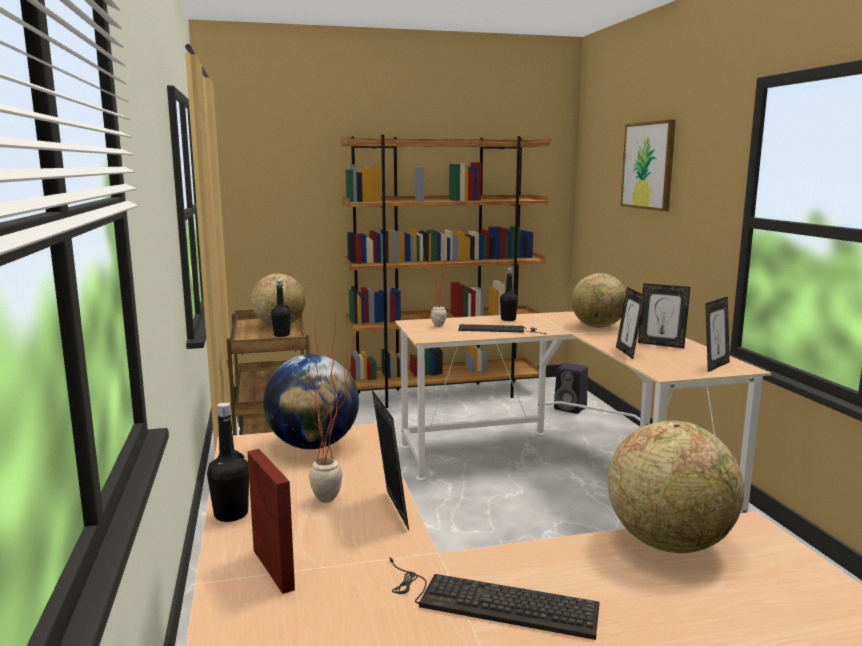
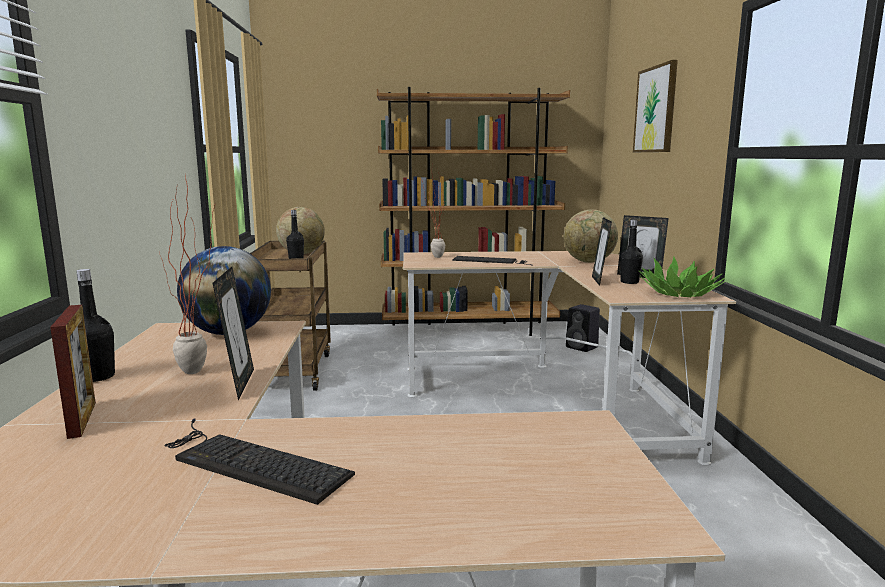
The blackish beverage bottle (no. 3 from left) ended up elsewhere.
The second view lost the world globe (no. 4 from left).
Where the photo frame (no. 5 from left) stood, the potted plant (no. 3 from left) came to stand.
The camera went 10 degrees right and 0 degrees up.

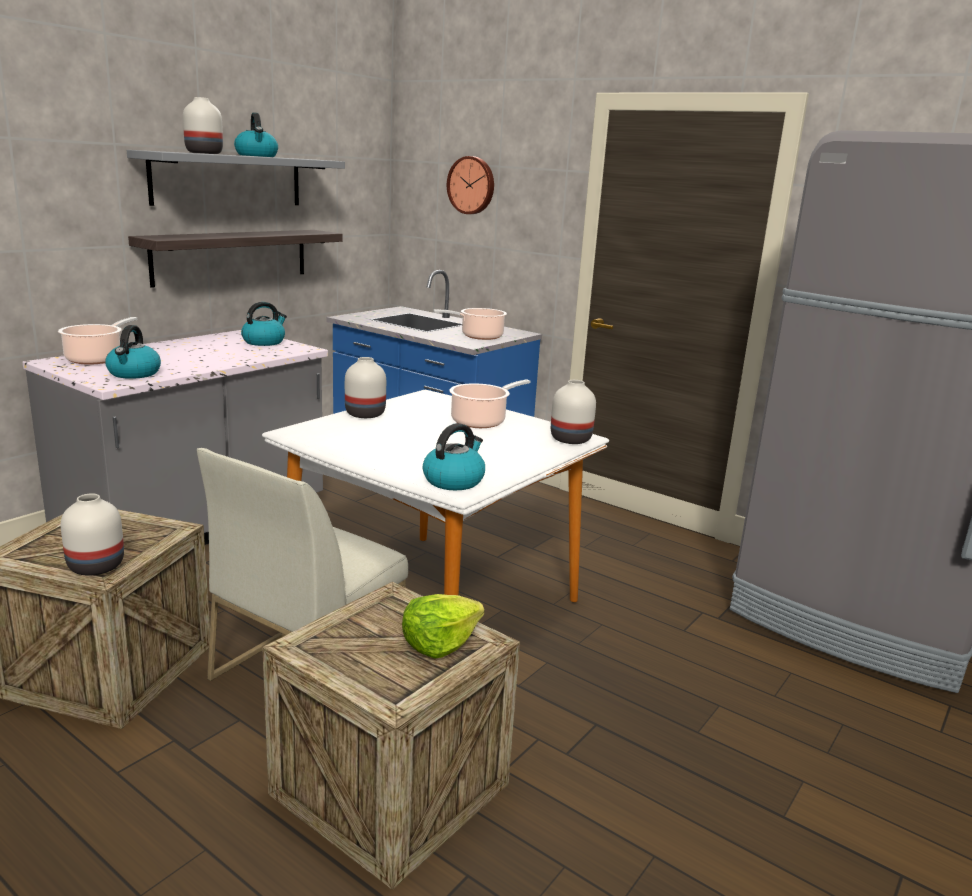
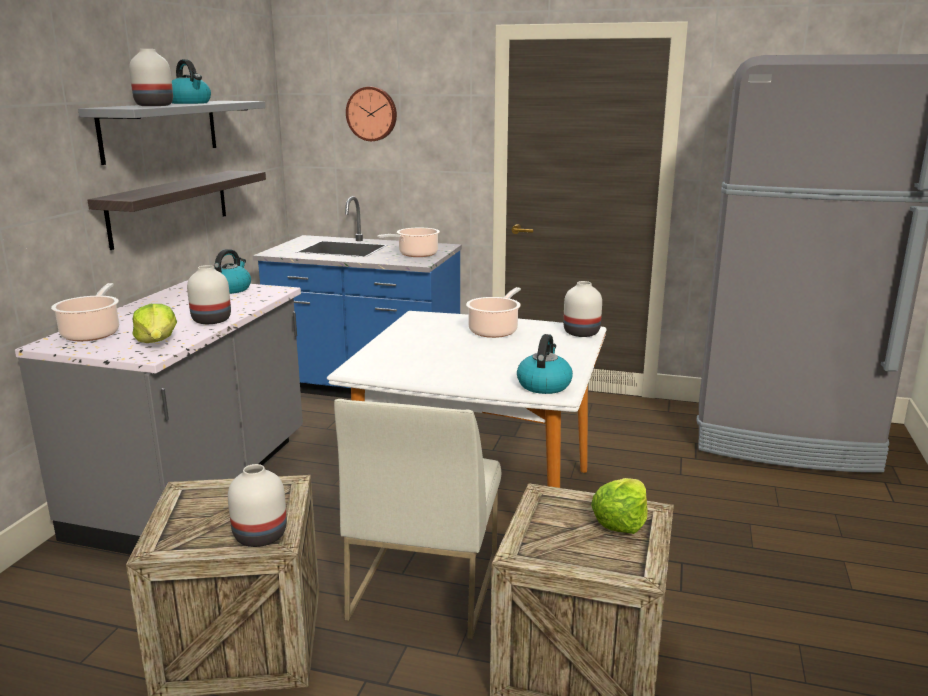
Where the tea kettle (no. 1 from left) stood, the lettuce (no. 1 from left) came to stand.
The white-coloured vase (no. 3 from left in the first image) ended up elsewhere.
The camera went 20 degrees left and 0 degrees up.

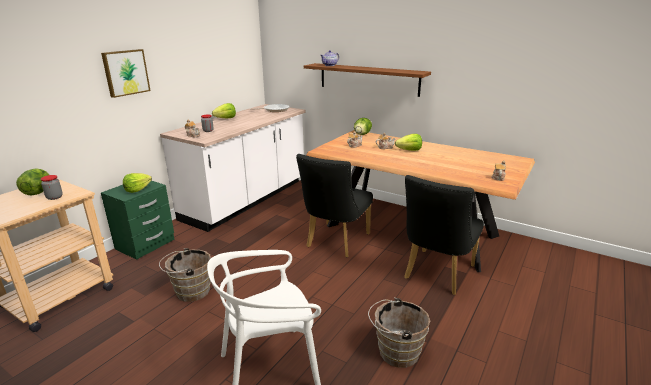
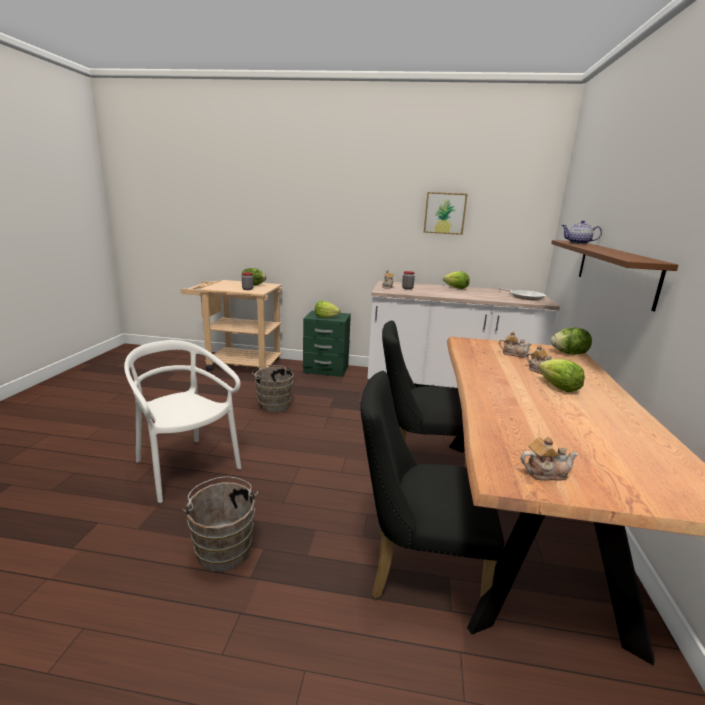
The wall art ended up elsewhere.
The camera went 65 degrees right and 5 degrees down.

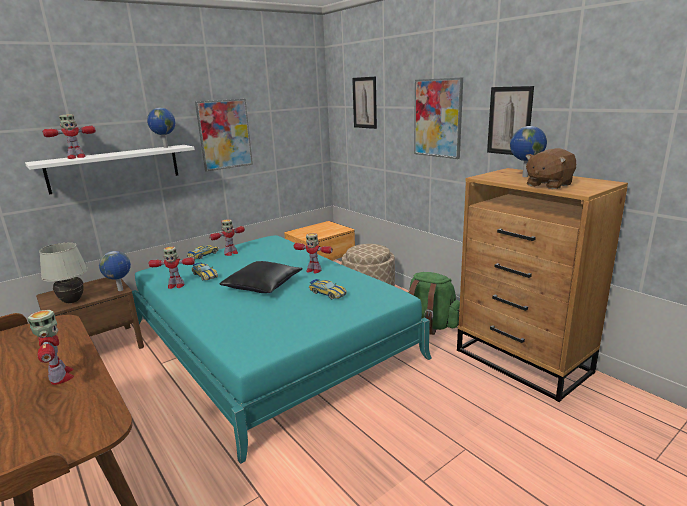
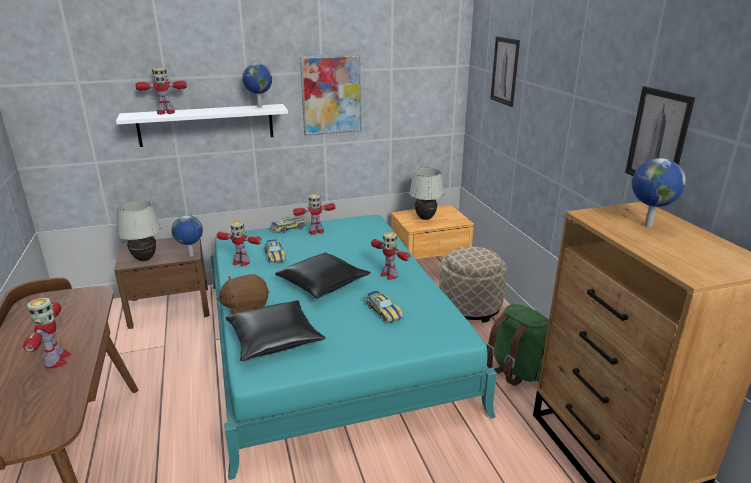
The second view lost the wall art (no. 3 from left).
The brown-coloured cuddly toy ended up elsewhere.
The second view gained the blackish cushion (no. 1 from left).
The second view gained the white-coloured table lamp (no. 2 from left).
The camera went 20 degrees right and 5 degrees up.

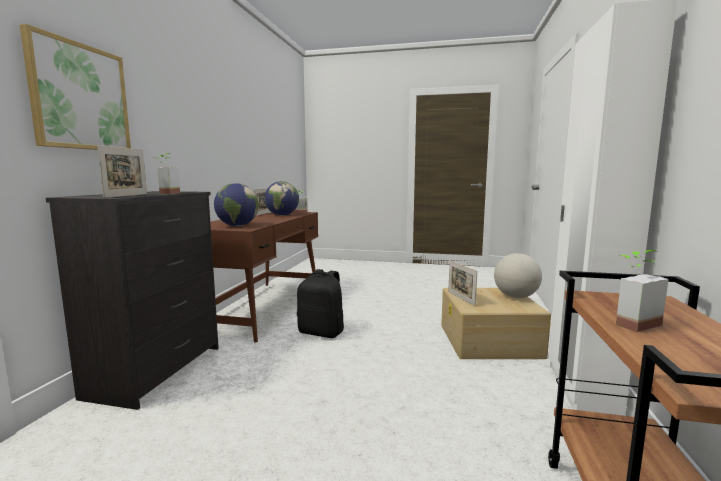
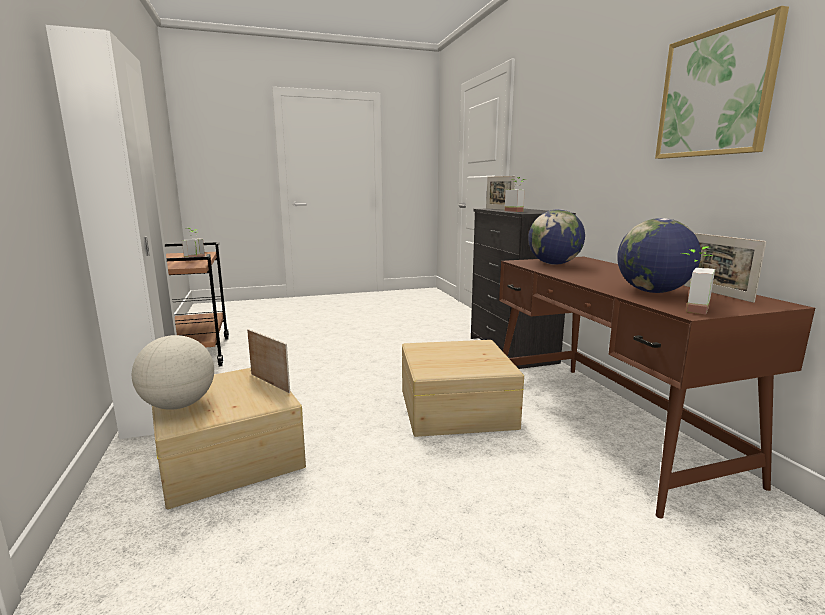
The wall art ended up elsewhere.
Where the blackish knapsack stood, the sand-coloured storage box (no. 2 from left) came to stand.
The camera went 150 degrees right and 5 degrees up.

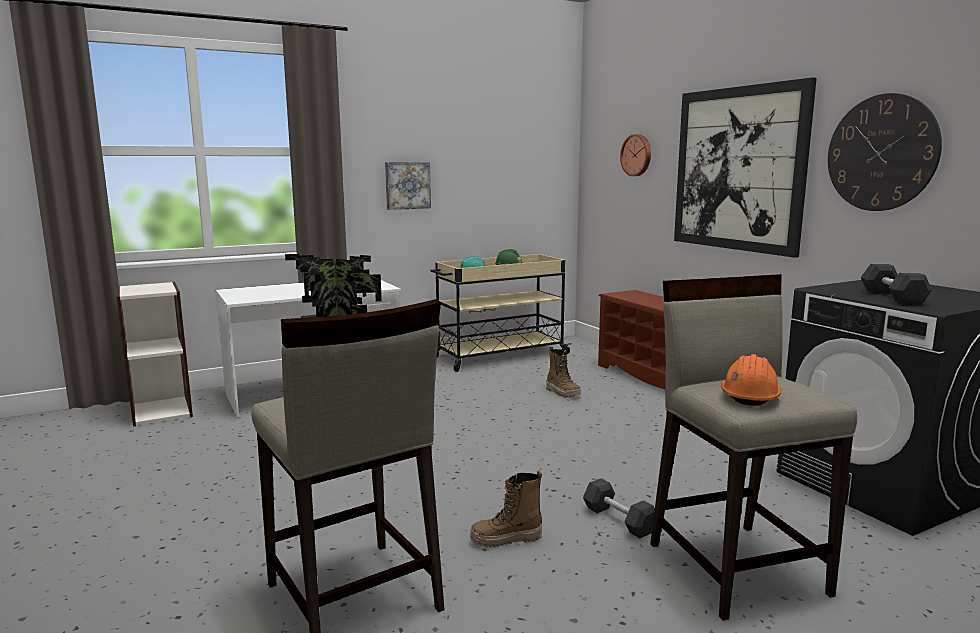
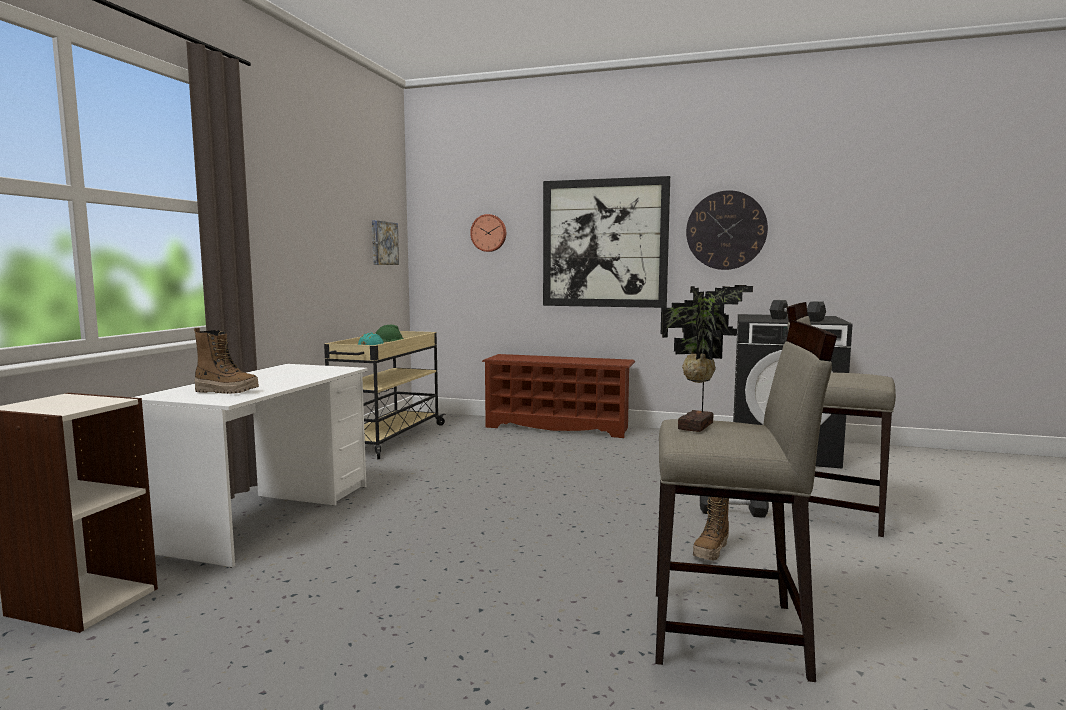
The wall art (no. 1 from left) ended up elsewhere.
The boot (no. 2 from left in the first image) ended up elsewhere.
The second view lost the orangey safety helmet.
The camera went 45 degrees left and 5 degrees down.

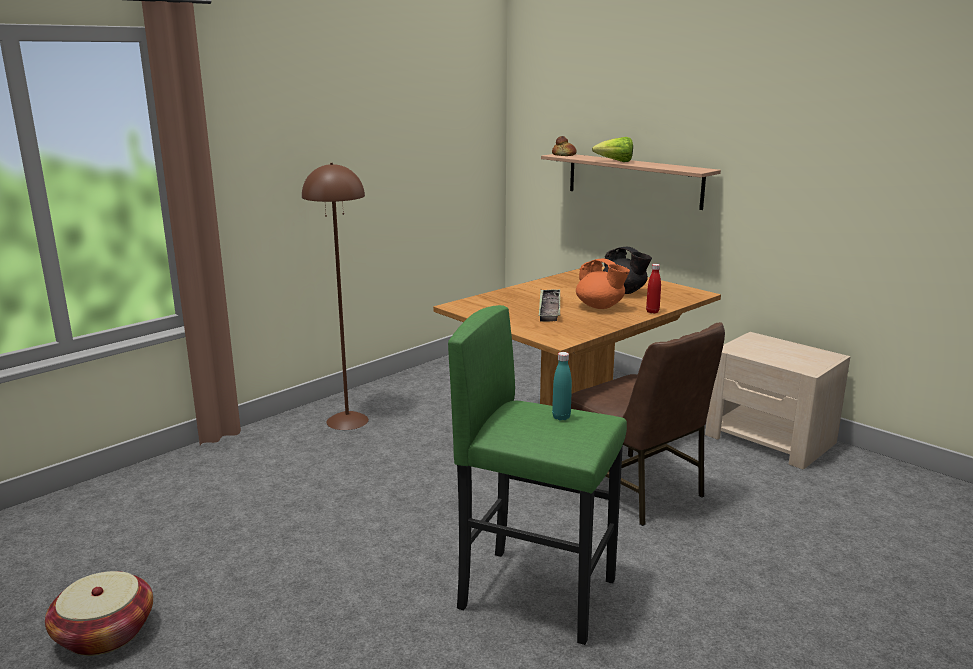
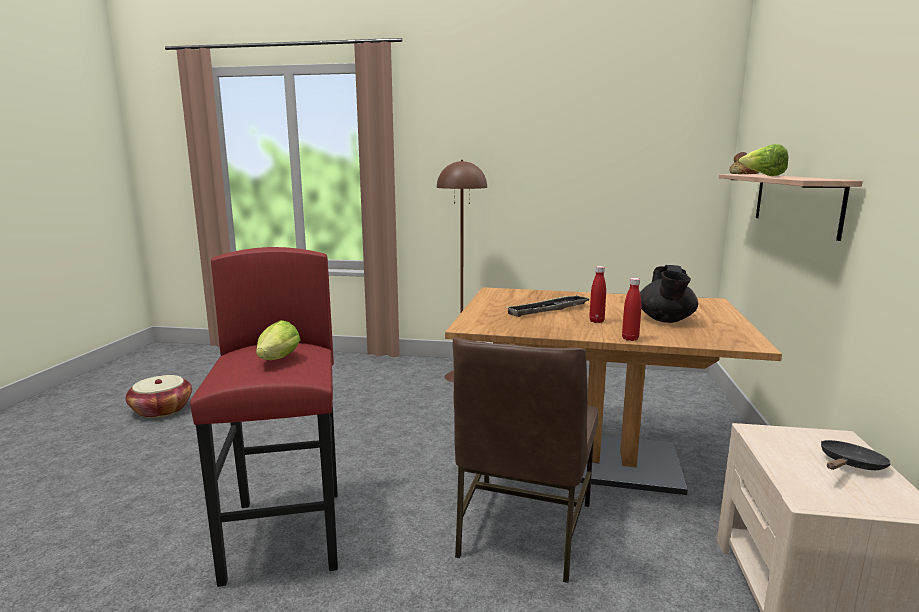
What was the green stool seat turned into the red-coloured stool seat.
Where the turquoise beverage bottle stood, the lettuce (no. 1 from left) came to stand.
Where the orangey teapot stood, the red-coloured beverage bottle (no. 1 from left) came to stand.
The second view gained the blackish skillet.
The camera went 55 degrees right and 5 degrees down.

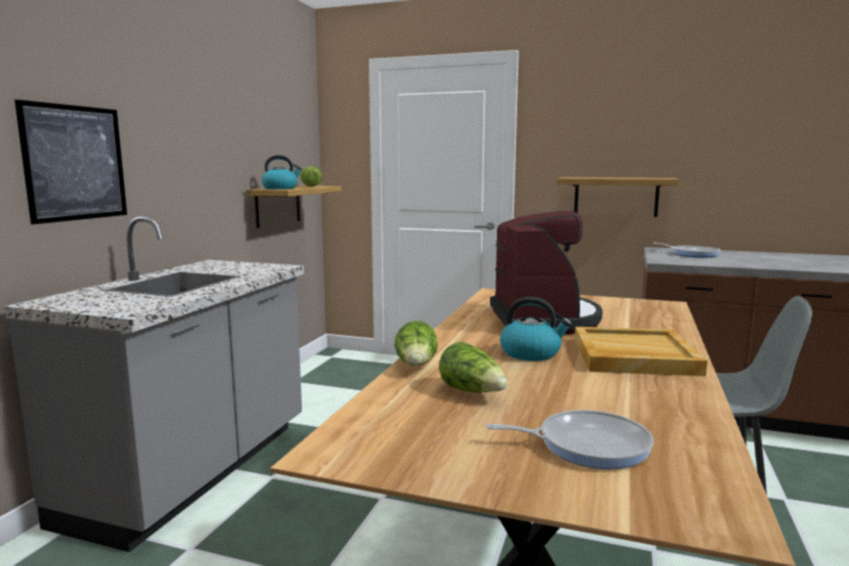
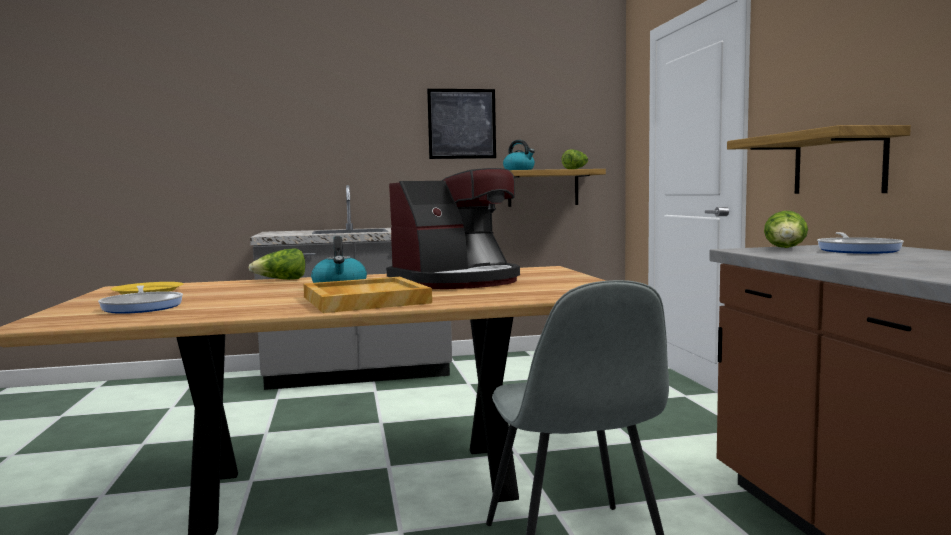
The wall art ended up elsewhere.
The lettuce (no. 3 from left) ended up elsewhere.
The second view gained the yellowish plate.
The camera went 60 degrees right and 5 degrees down.

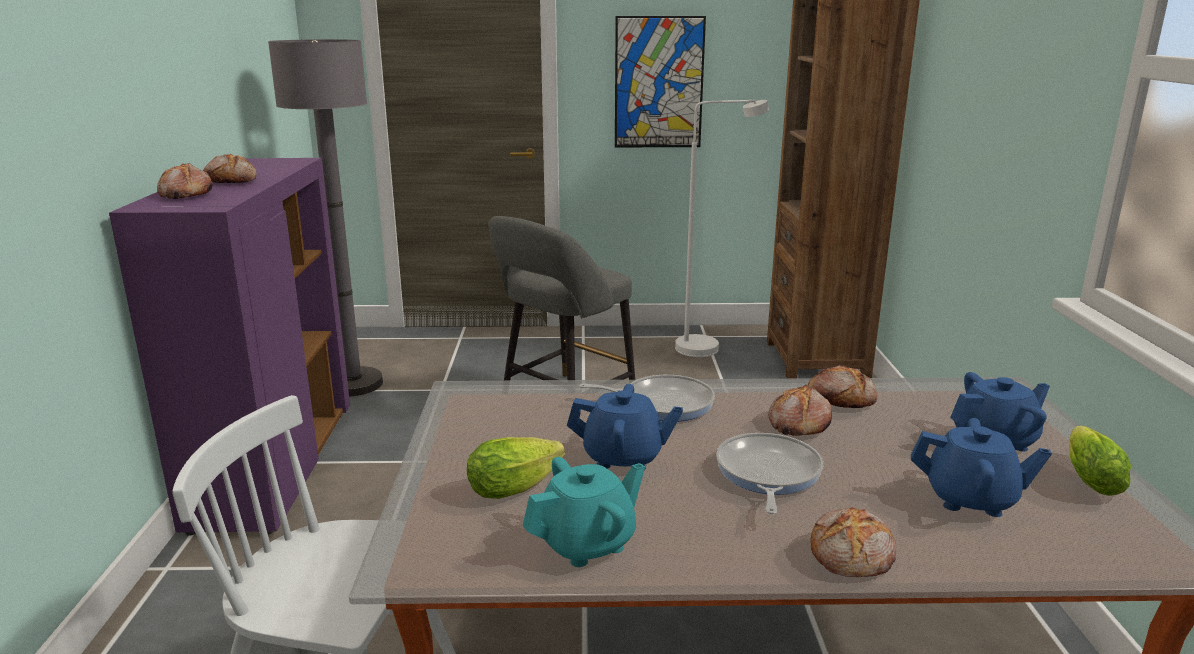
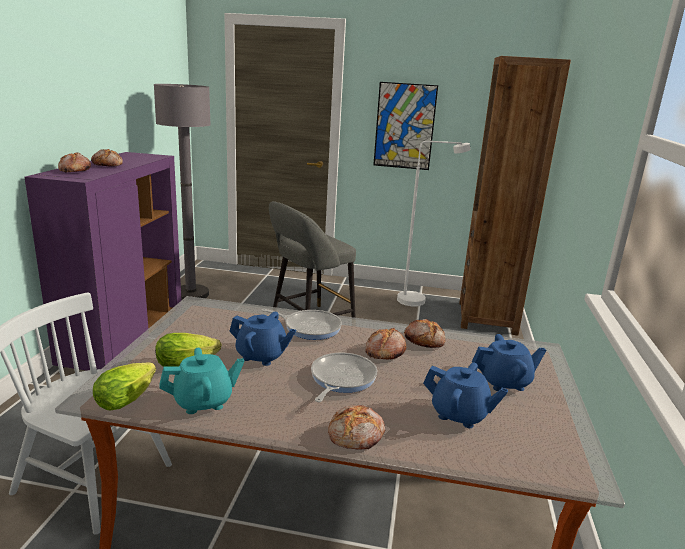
The lettuce (no. 2 from left in the first image) ended up elsewhere.
The camera went 10 degrees right and 0 degrees up.

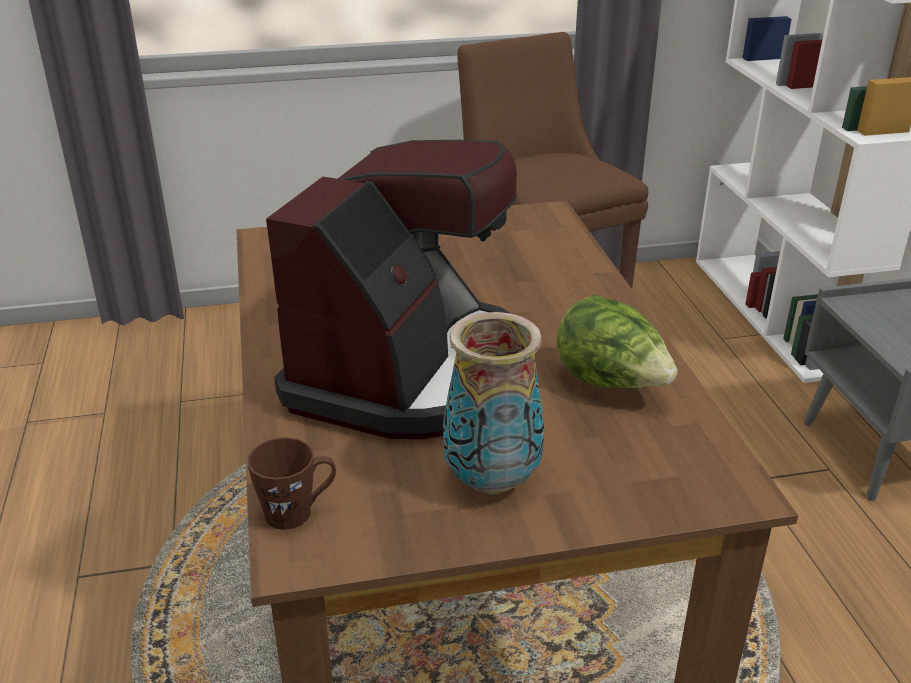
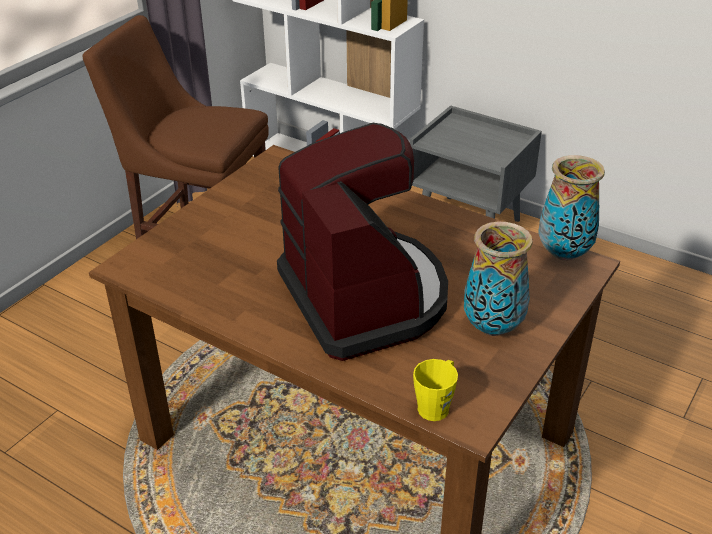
What was the brown-coloured tea mug turned into the yellowish tea mug.
The second view lost the lettuce.
The second view gained the vase (no. 2 from left).
The camera went 45 degrees left and 5 degrees up.

